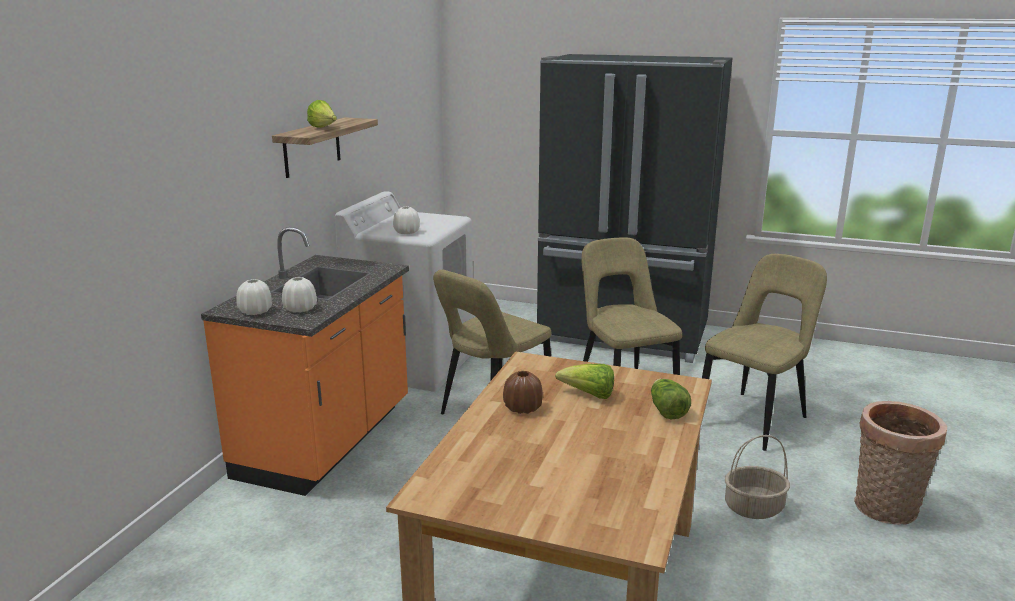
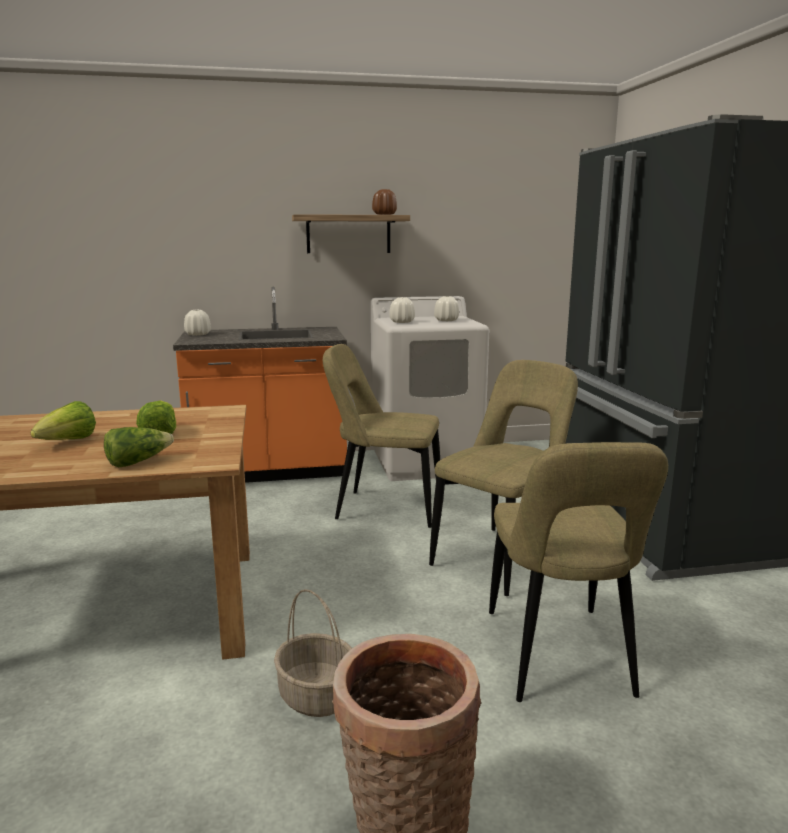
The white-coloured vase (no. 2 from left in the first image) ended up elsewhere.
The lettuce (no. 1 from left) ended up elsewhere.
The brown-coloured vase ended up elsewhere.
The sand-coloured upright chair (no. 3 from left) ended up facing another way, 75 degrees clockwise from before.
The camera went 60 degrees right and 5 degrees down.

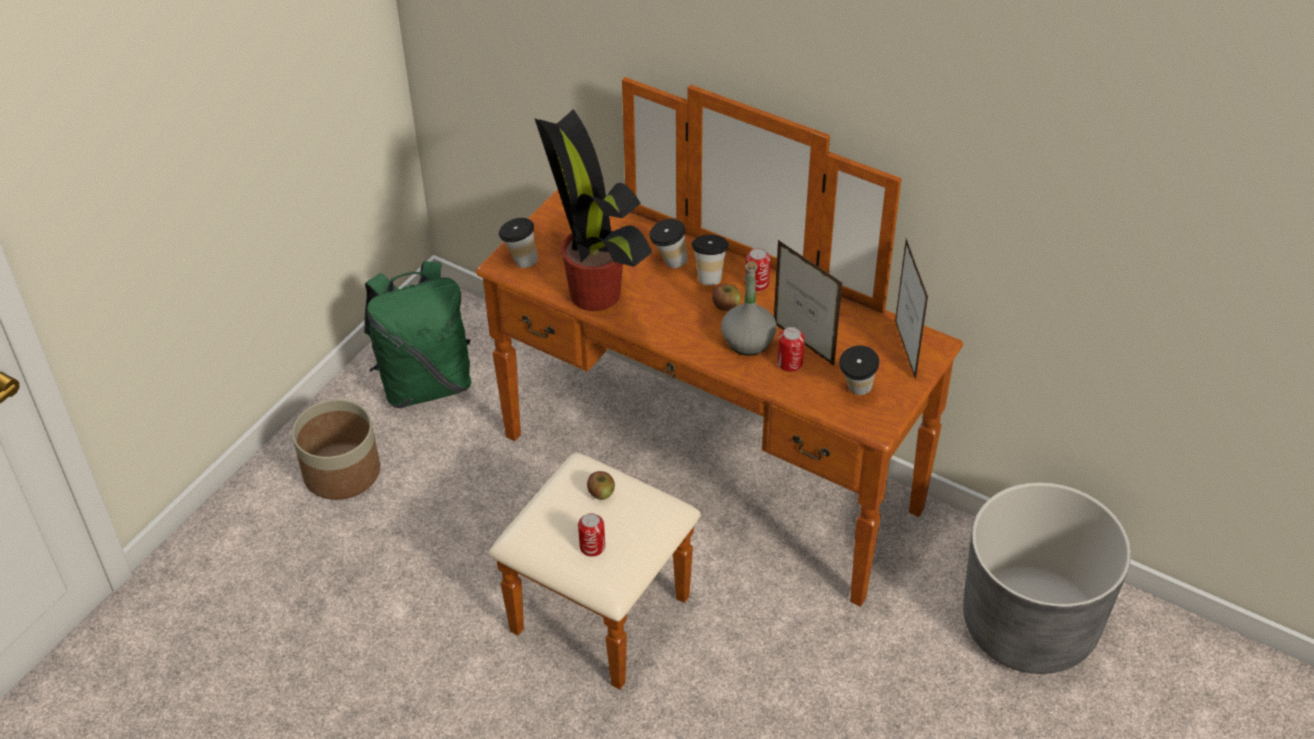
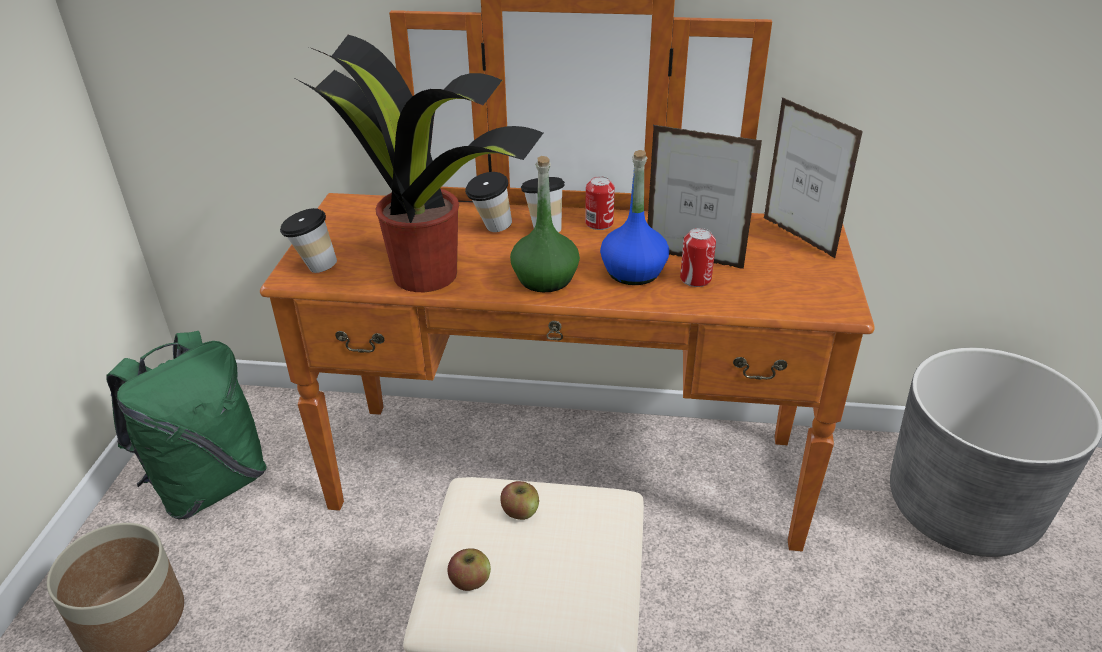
The second view lost the can (no. 1 from left).
The whole apple (no. 2 from left in the first image) ended up elsewhere.
What was the gray beverage bottle turned into the bluish beverage bottle.
The second view lost the cup (no. 4 from left).
The second view gained the green beverage bottle.
The camera went 25 degrees left and 10 degrees down.

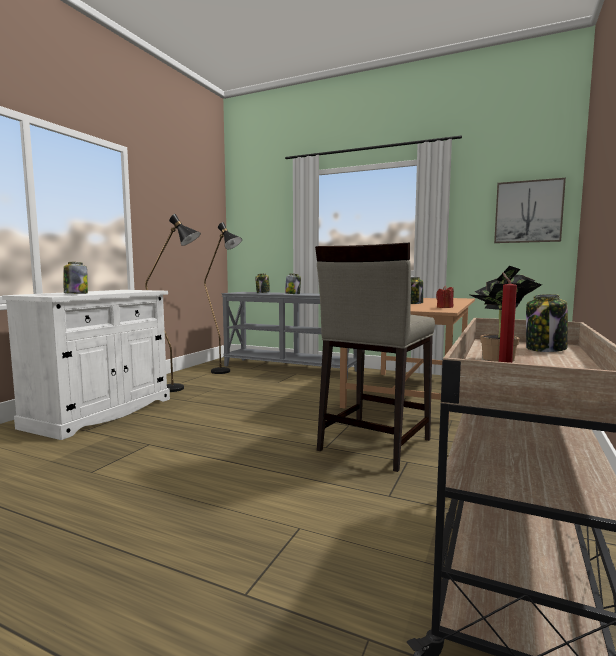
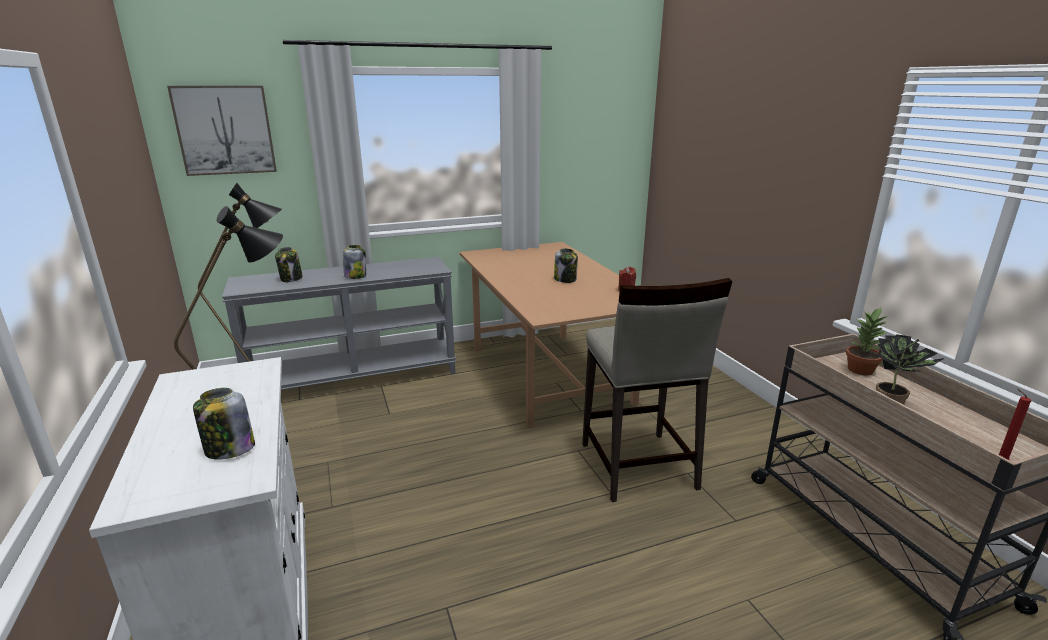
The wall art ended up elsewhere.
Where the storage jar (no. 5 from left) stood, the potted plant (no. 1 from left) came to stand.
The camera went 45 degrees left and 15 degrees up.

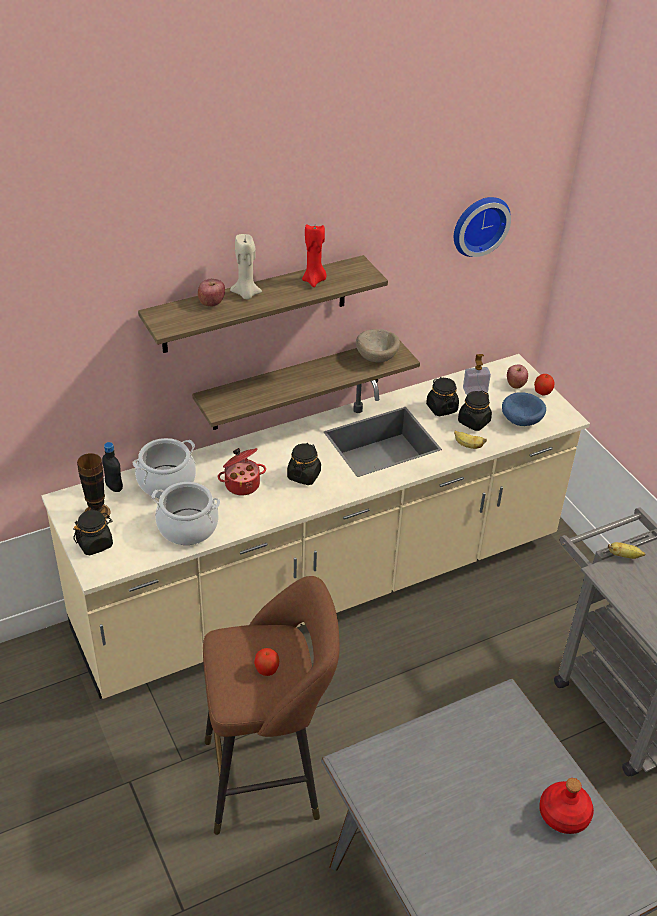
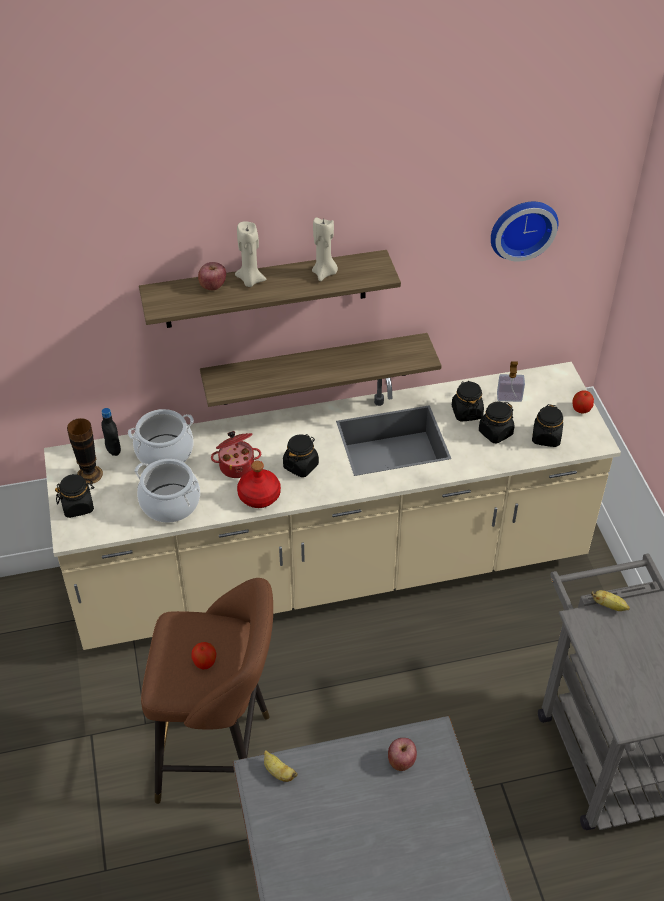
What was the red-coloured wax light turned into the sand-coloured wax light (no. 2 from left).
The second view lost the sand-coloured bowl.
The whole banana (no. 1 from left) ended up elsewhere.
Where the bluish bowl stood, the blackish storage jar (no. 5 from left) came to stand.
The whole apple (no. 3 from left) ended up elsewhere.
The red-coloured beverage bottle ended up elsewhere.
The camera went 15 degrees right and 5 degrees up.

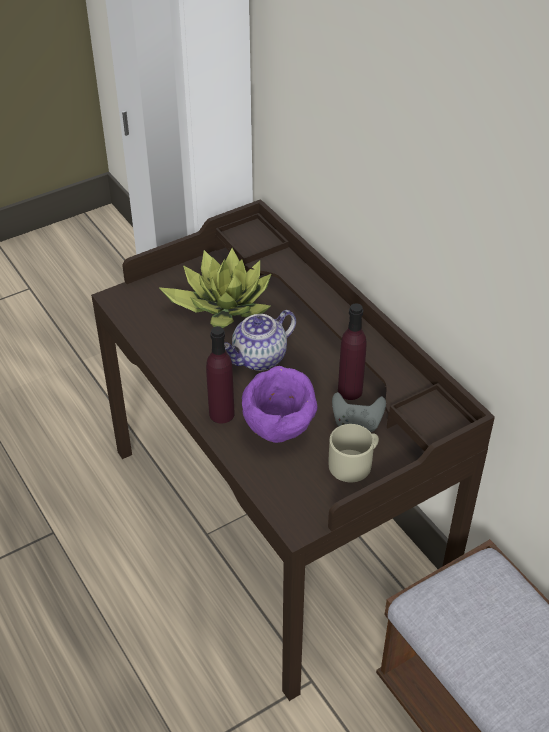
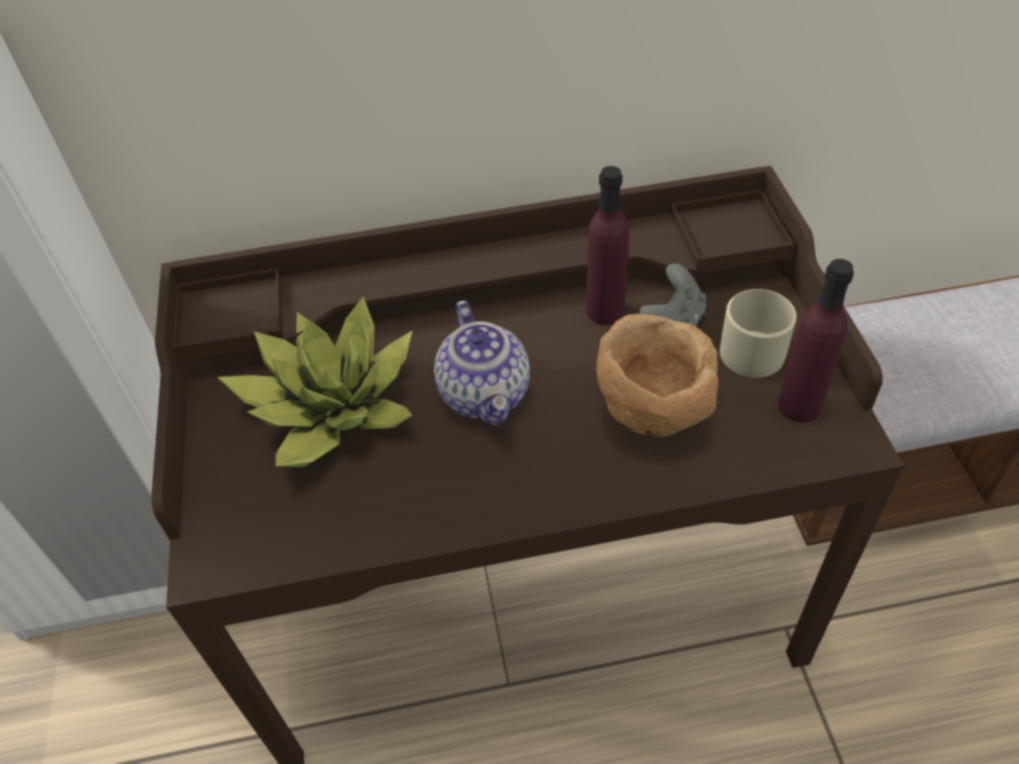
The purple beverage bottle (no. 1 from left in the first image) ended up elsewhere.
What was the purple bowl turned into the brown-coloured bowl.
The camera went 65 degrees left and 5 degrees up.

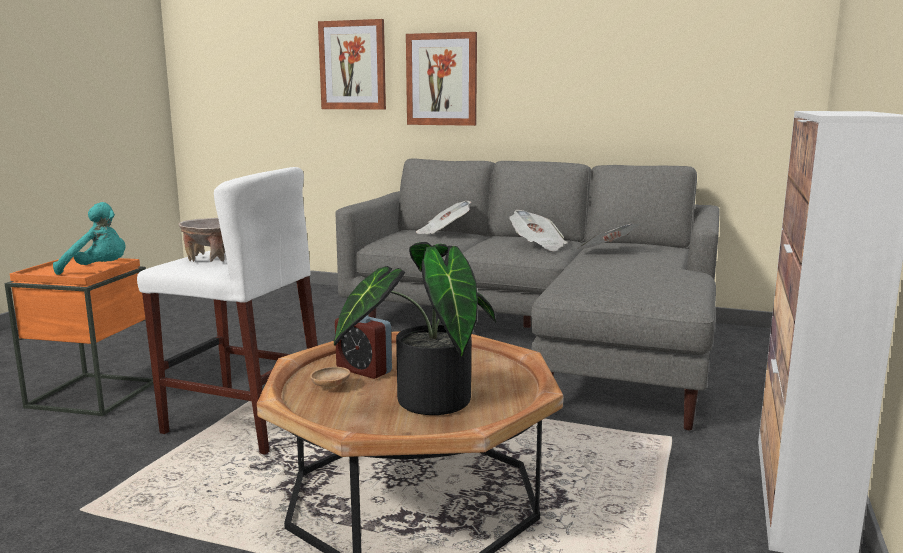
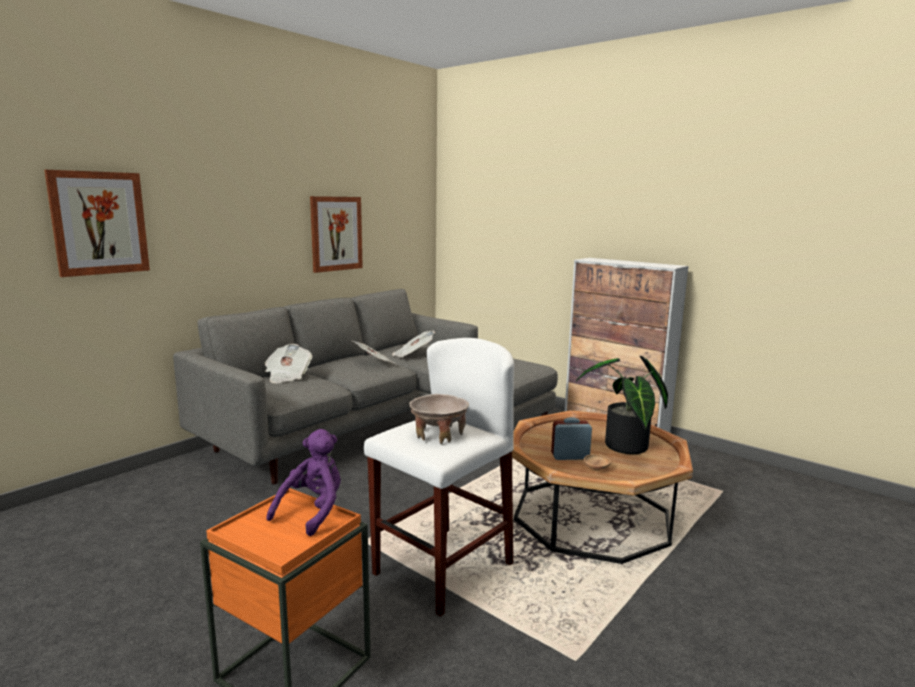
What was the turquoise cuddly toy turned into the purple cuddly toy.
The bedside clock ended up facing another way, 150 degrees counterclockwise from before.
The wall art (no. 2 from left) ended up elsewhere.
The camera went 70 degrees left and 0 degrees up.

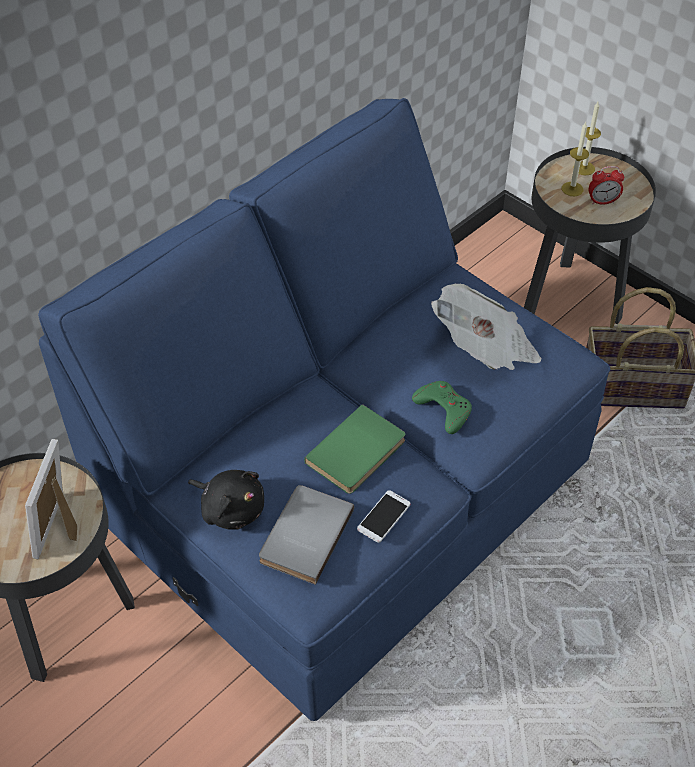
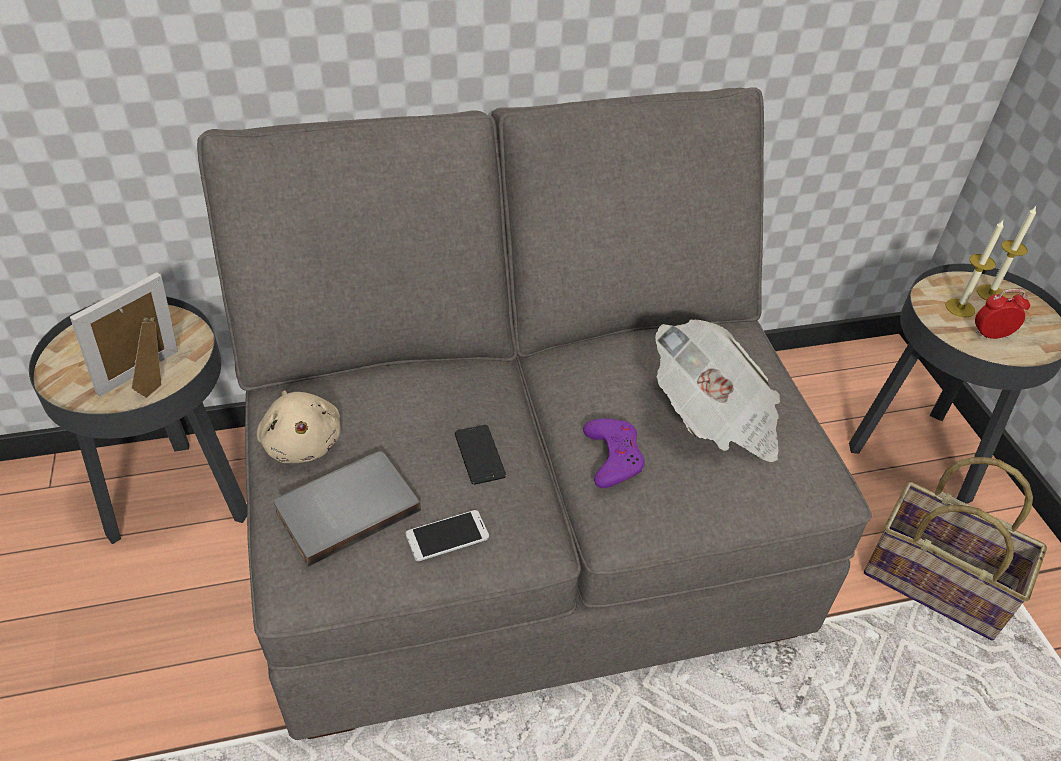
What was the bluish settee turned into the gray settee.
What was the blackish cuddly toy turned into the sand-coloured cuddly toy.
Where the green bound book stood, the phone (no. 2 from left) came to stand.
What was the green gamepad turned into the purple gamepad.
The bedside clock ended up facing another way, 150 degrees clockwise from before.
The camera went 30 degrees right and 5 degrees down.

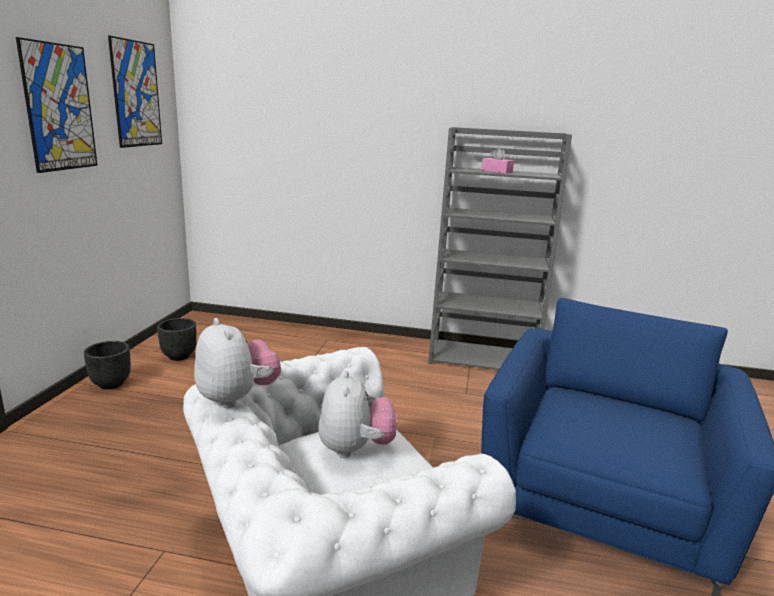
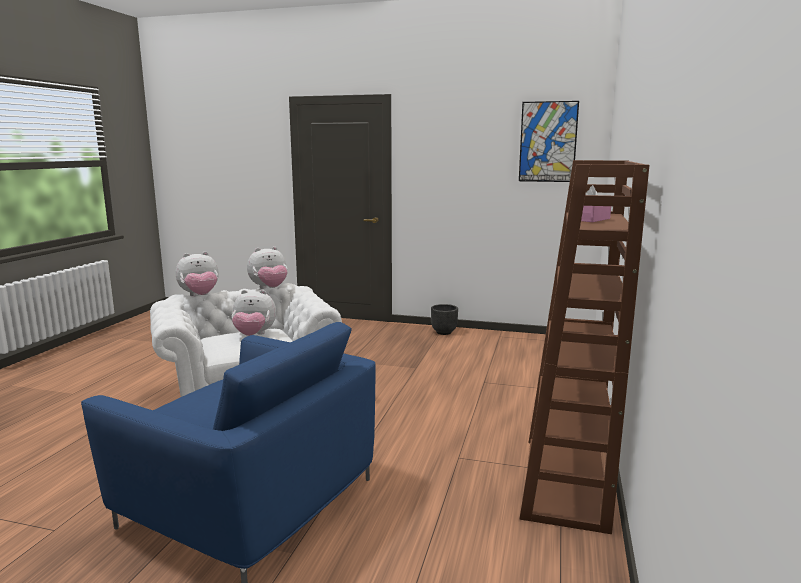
The second view lost the wall art (no. 1 from left).
The second view lost the blackish flower pot (no. 2 from left).
What was the gray shelving unit turned into the brown-coloured shelving unit.
The second view gained the cuddly toy (no. 1 from left).
The camera went 95 degrees right and 5 degrees down.

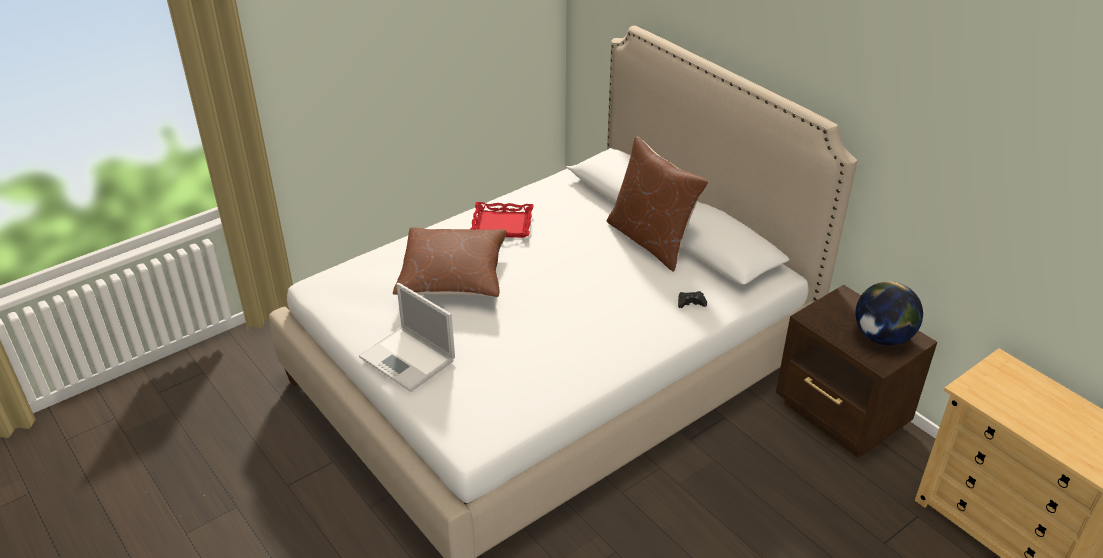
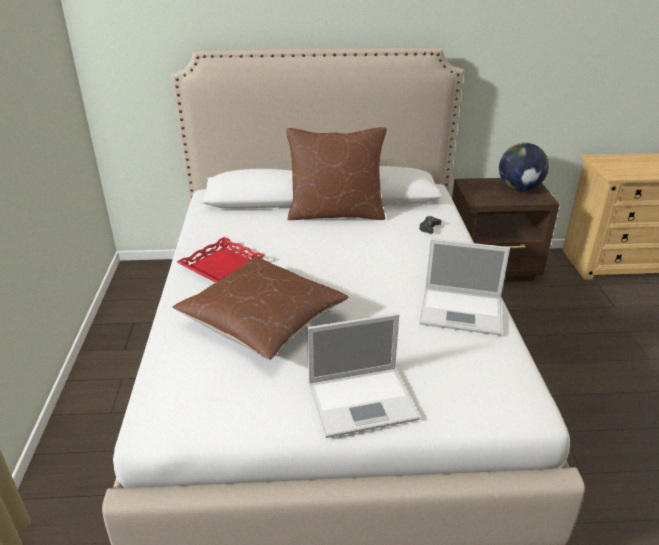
The second view gained the portable computer (no. 2 from left).
The camera went 55 degrees left and 5 degrees down.

